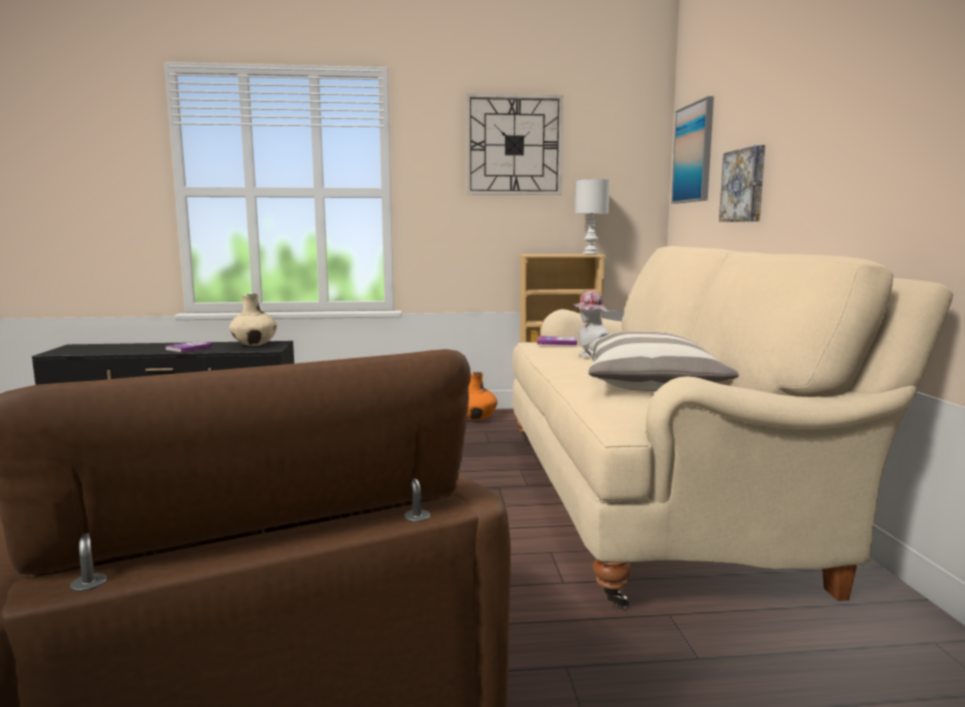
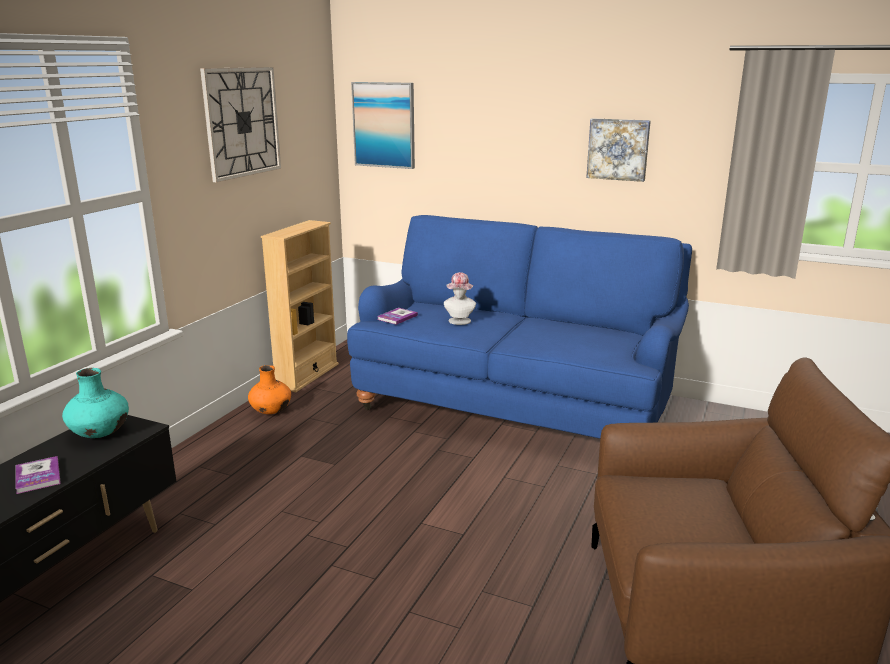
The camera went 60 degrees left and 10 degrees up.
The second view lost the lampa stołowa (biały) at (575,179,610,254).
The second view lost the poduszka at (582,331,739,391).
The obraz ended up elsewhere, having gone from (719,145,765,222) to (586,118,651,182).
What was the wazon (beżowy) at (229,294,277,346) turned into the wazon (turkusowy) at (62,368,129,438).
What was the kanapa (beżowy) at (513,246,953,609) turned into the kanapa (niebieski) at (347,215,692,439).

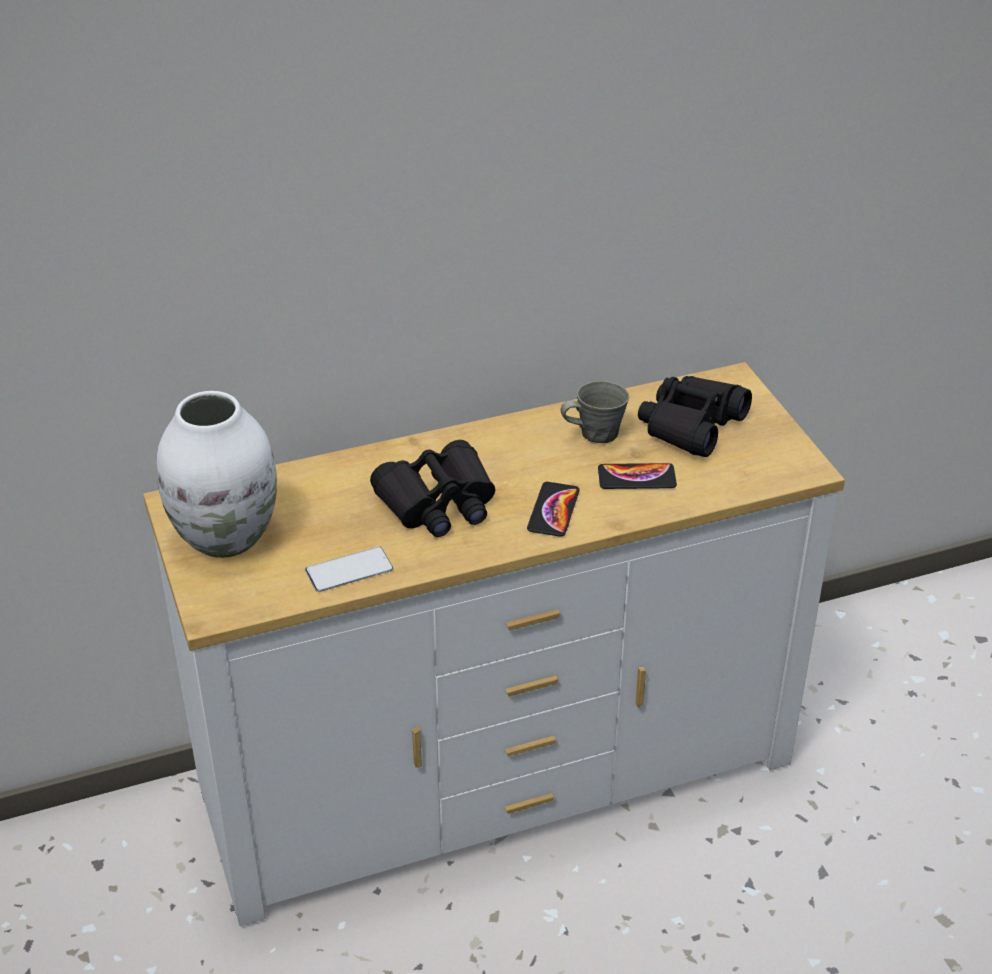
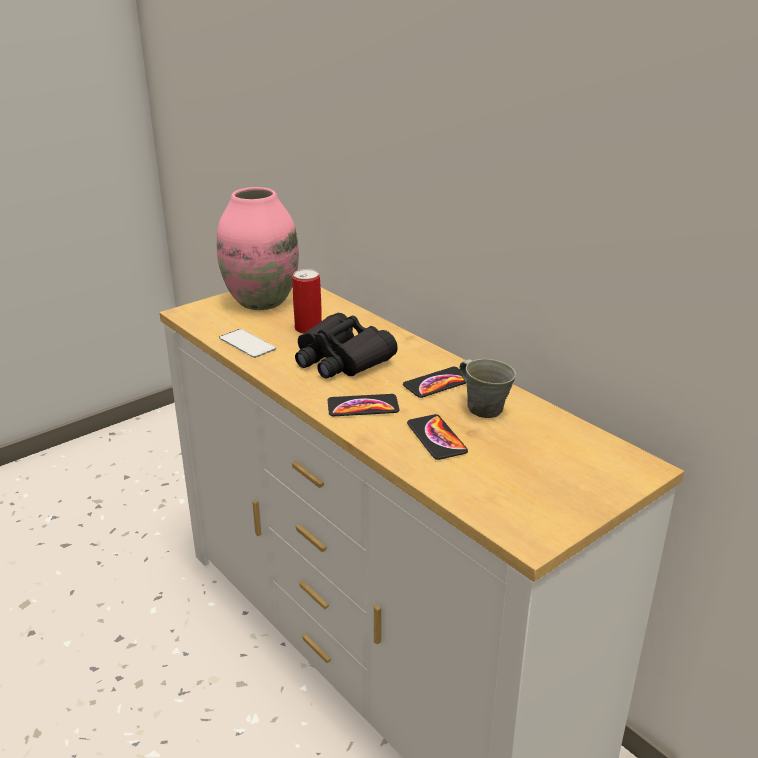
The camera went 70 degrees right and 10 degrees down.
The second view lost the lornetka (czarny) at (638,376,752,457).
The second view gained the puszka at (292,269,322,334).
The second view gained the telefon at (403,367,466,398).
What was the wazon (biały) at (157,391,277,558) turned into the wazon (różowy) at (217,187,299,310).

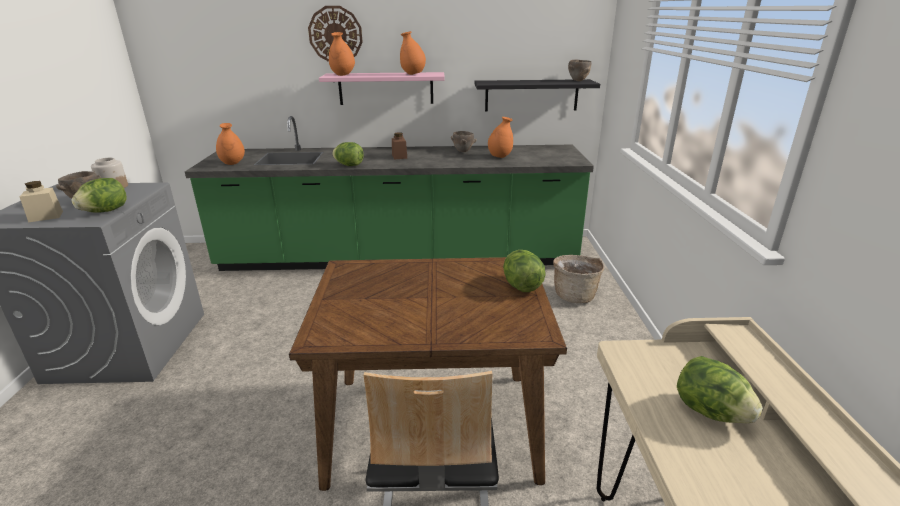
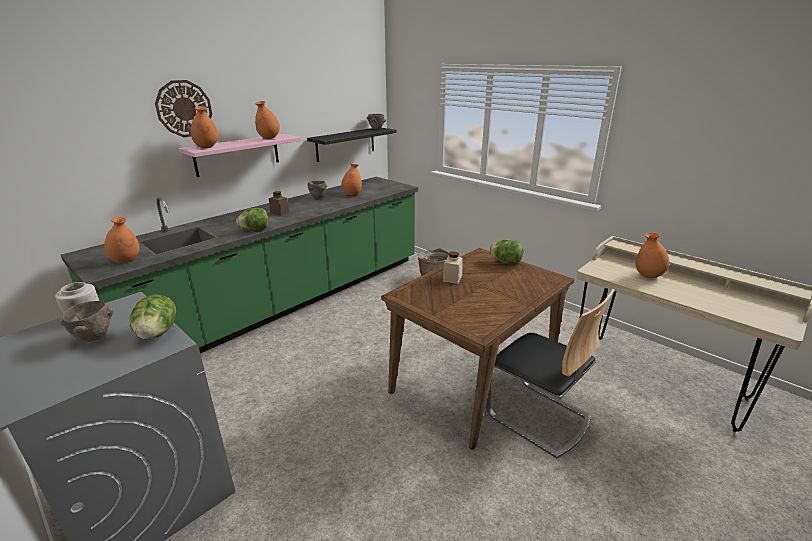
The camera went 45 degrees left and 0 degrees up.
The słoik (beżowy) ended up elsewhere, having gone from (20,181,63,222) to (443,251,463,284).
Where the sałata stood at (677,356,763,424), the wazon (pomarańczowy) came to stand at (636,233,670,278).

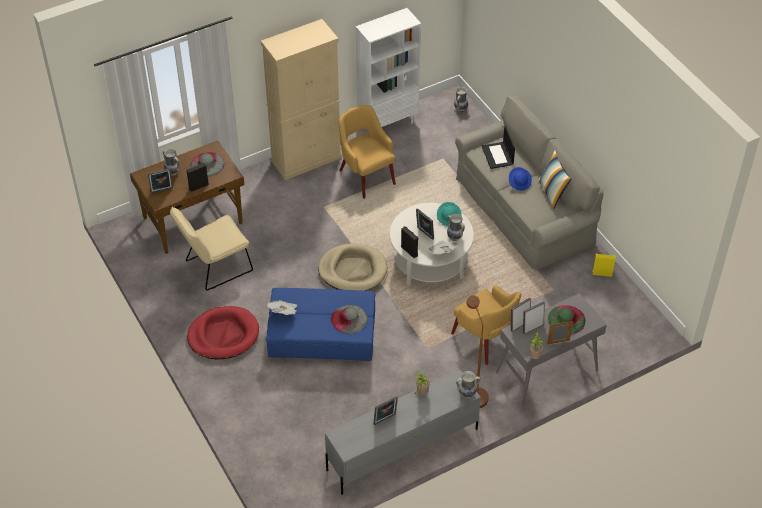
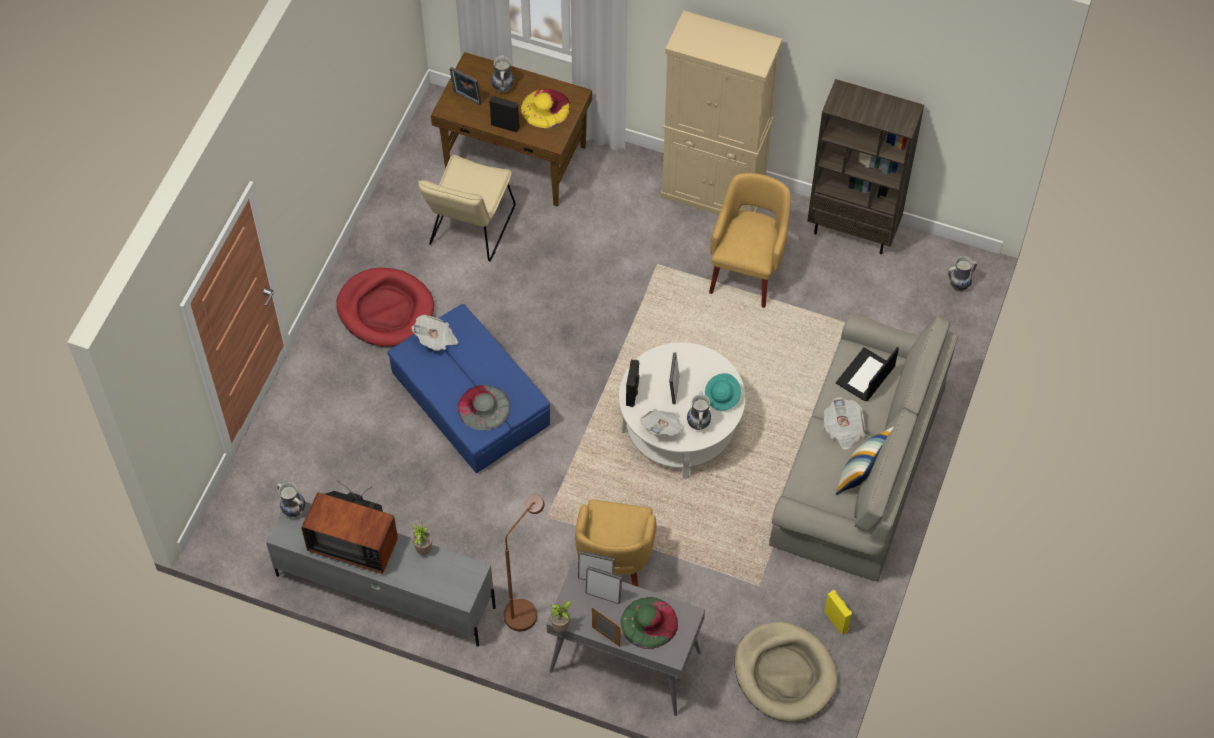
The camera went 50 degrees right and 10 degrees up.
The legowisko (beżowy) ended up elsewhere, having gone from (318,243,387,291) to (734,622,838,722).
The wazon ended up elsewhere, having gone from (456,371,480,399) to (277,482,305,517).
Where the ramka na zdjęcie stood at (373,396,398,425), the telewizor came to stand at (301,480,398,574).
Where the kapelusz (niebieski) stood at (509,167,532,191), the gazeta came to stand at (824,397,865,450).
What was the kapelusz (szary) at (190,152,225,177) turned into the kapelusz (żółty) at (521,89,570,128).
What was the regał (biały) at (356,8,421,127) turned into the regał (brązowy) at (807,79,924,254).
The krzesło (beżowy) at (170,206,253,291) ended up facing another way, 90 degrees counterclockwise from before.

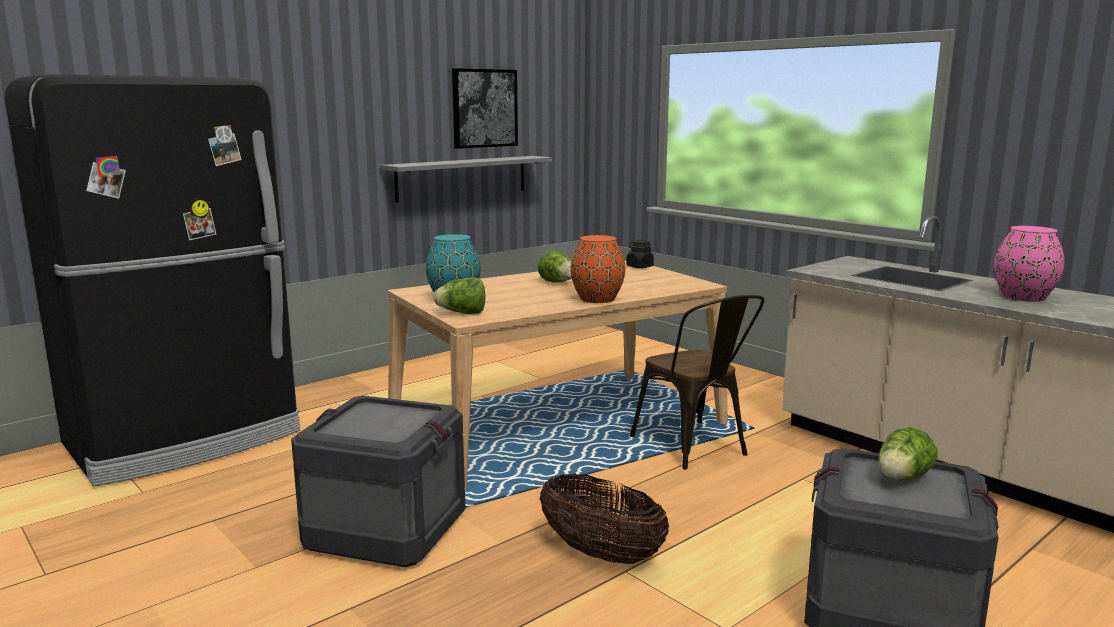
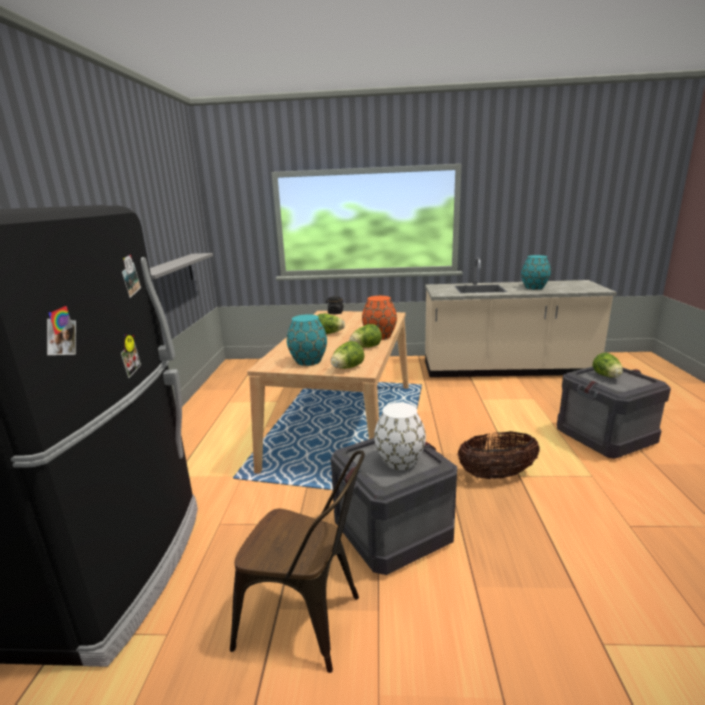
The camera went 45 degrees left and 5 degrees up.
The second view lost the obraz at (452,68,518,149).
The second view gained the sałata at (349,324,382,348).
The second view gained the wazon (biały) at (374,402,426,470).
The krzesło (brązowy) ended up elsewhere, having gone from (630,295,764,470) to (230,450,365,673).
What was the wazon (różowy) at (994,226,1065,302) turned into the wazon (turkusowy) at (521,255,551,289).

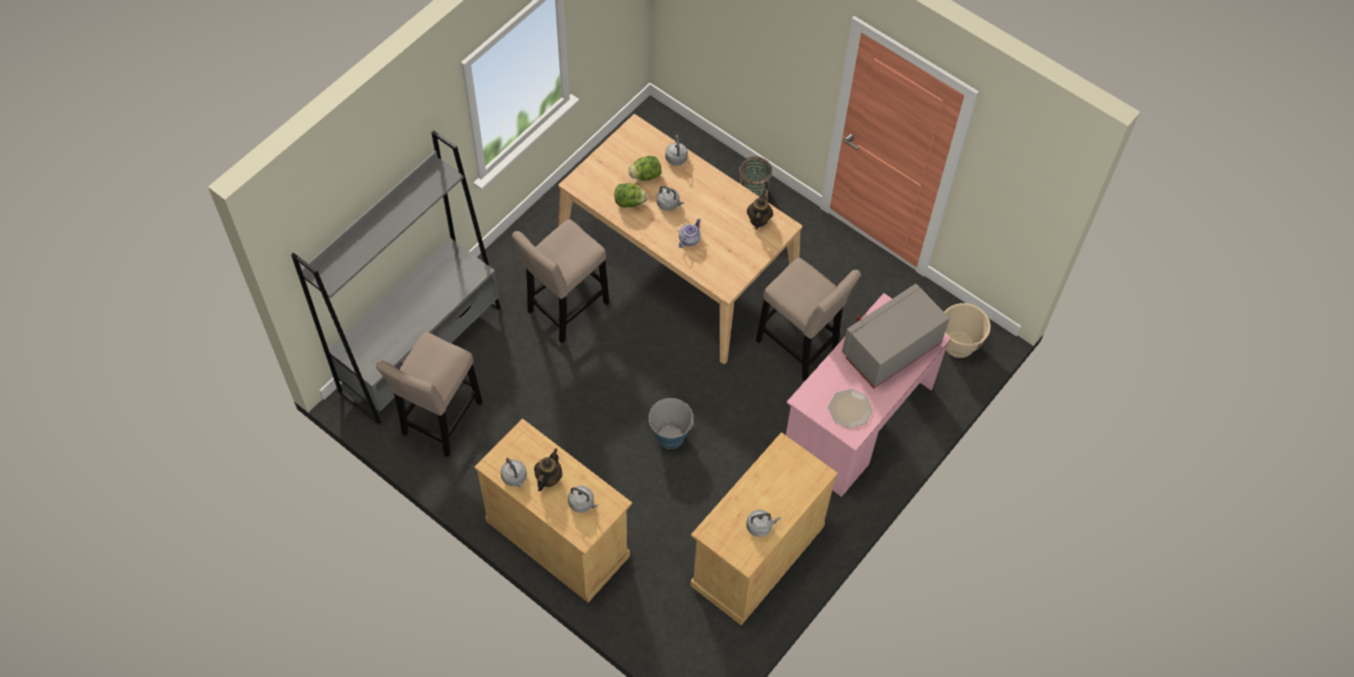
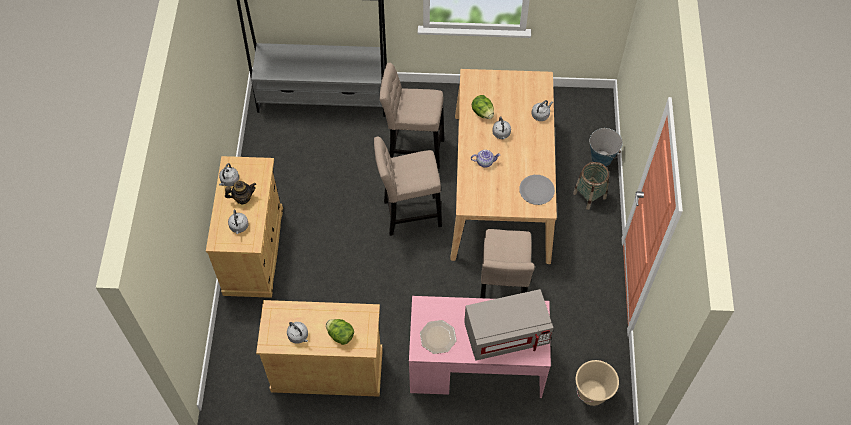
The camera went 55 degrees right and 0 degrees up.
The stołek (beżowy) ended up elsewhere, having gone from (376,332,482,457) to (374,136,442,236).
The sałata ended up elsewhere, having gone from (628,156,661,181) to (326,319,354,345).
The wiadro ended up elsewhere, having gone from (649,398,694,449) to (590,127,623,166).
Where the imbryk stood at (747,190,773,229), the talerz (szary) came to stand at (519,175,555,205).
The mikrofalówka (szary) at (842,284,950,388) ended up facing another way, 150 degrees clockwise from before.

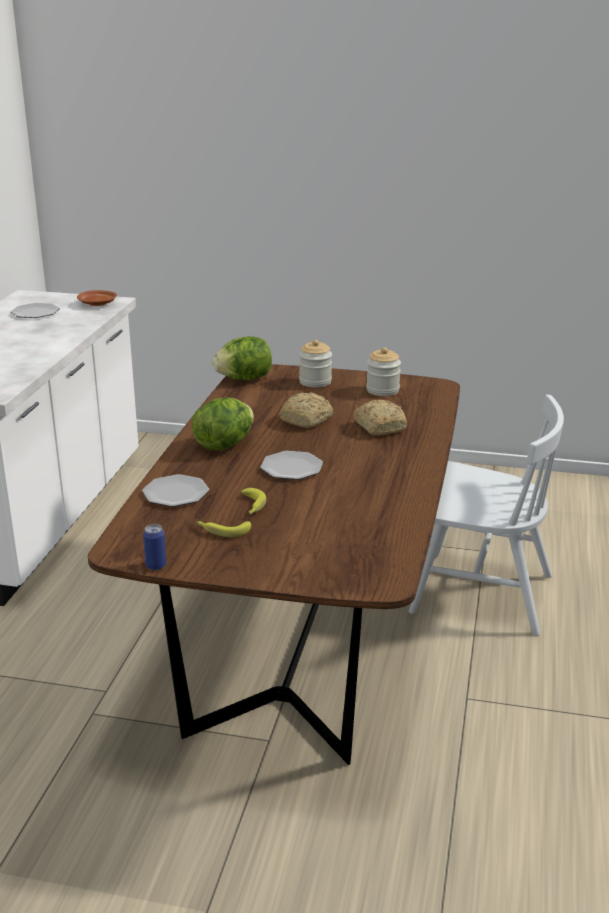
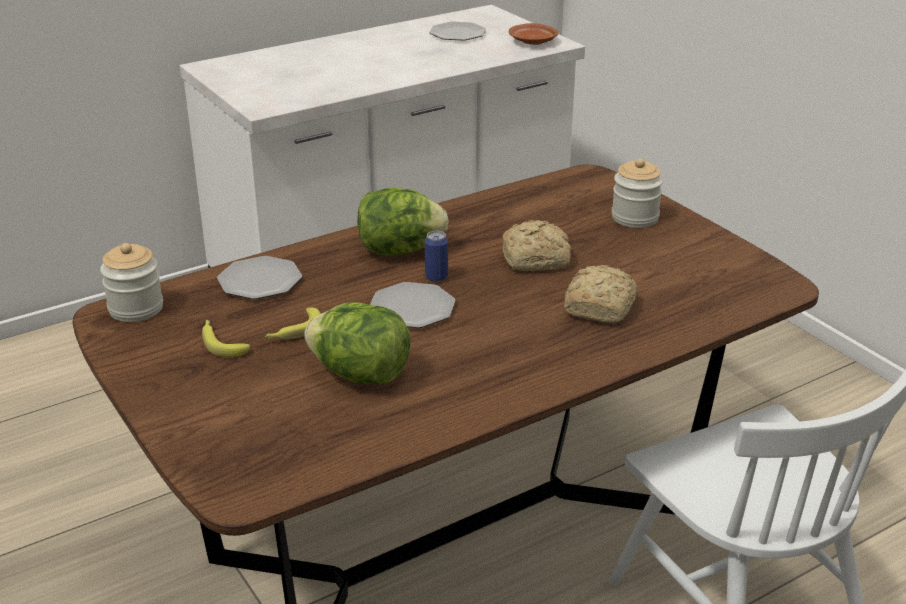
The camera went 45 degrees right and 5 degrees up.
The puszka ended up elsewhere, having gone from (143,524,166,570) to (425,231,448,282).
The sałata ended up elsewhere, having gone from (213,336,272,380) to (304,302,411,384).
The słoik ended up elsewhere, having gone from (366,347,401,396) to (100,243,163,322).

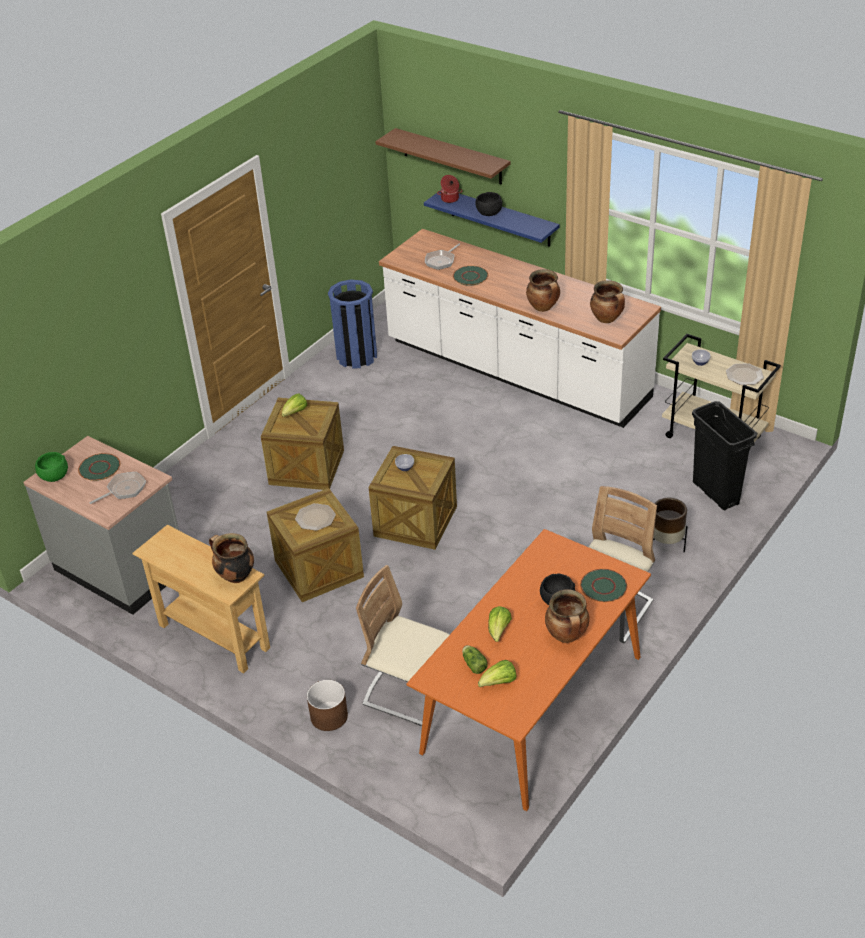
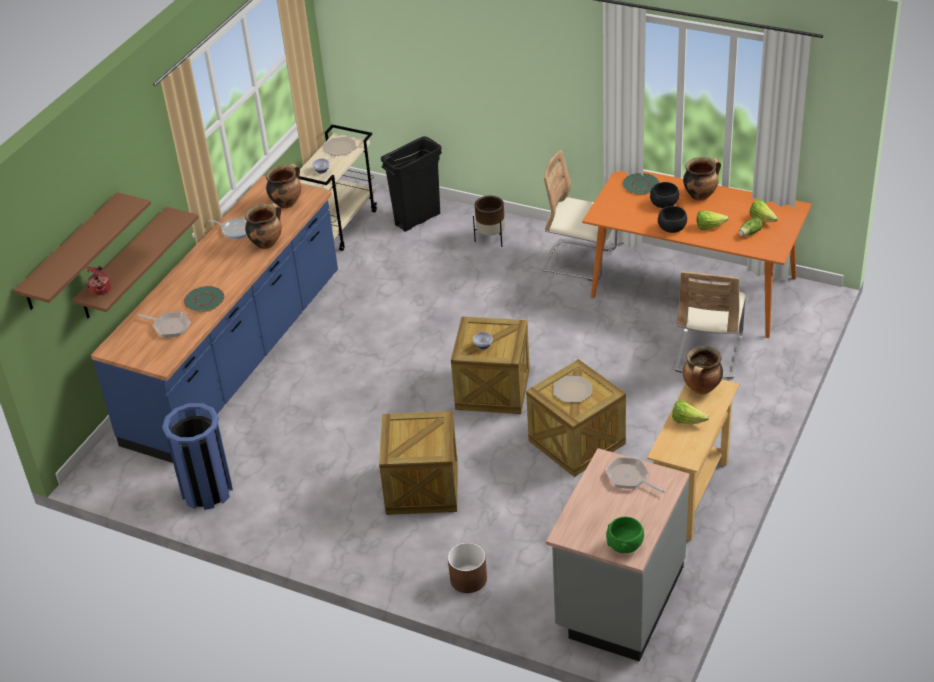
The camera went 100 degrees left and 0 degrees up.
The second view lost the talerz (zielony) at (78,453,120,481).
The second view gained the patelnia at (209,218,247,239).
The sałata ended up elsewhere, having gone from (282,394,307,417) to (672,400,709,424).
The donica (brązowy) ended up elsewhere, having gone from (307,680,348,731) to (448,543,487,593).
The miska (czarny) ended up elsewhere, having gone from (475,192,502,216) to (658,206,687,233).
What was the zabudowa kuchenna (biały) at (379,229,661,428) turned into the zabudowa kuchenna (niebieski) at (91,176,338,463).
What was the półka (niebieski) at (424,190,560,247) turned into the półka (brązowy) at (73,207,199,318).

